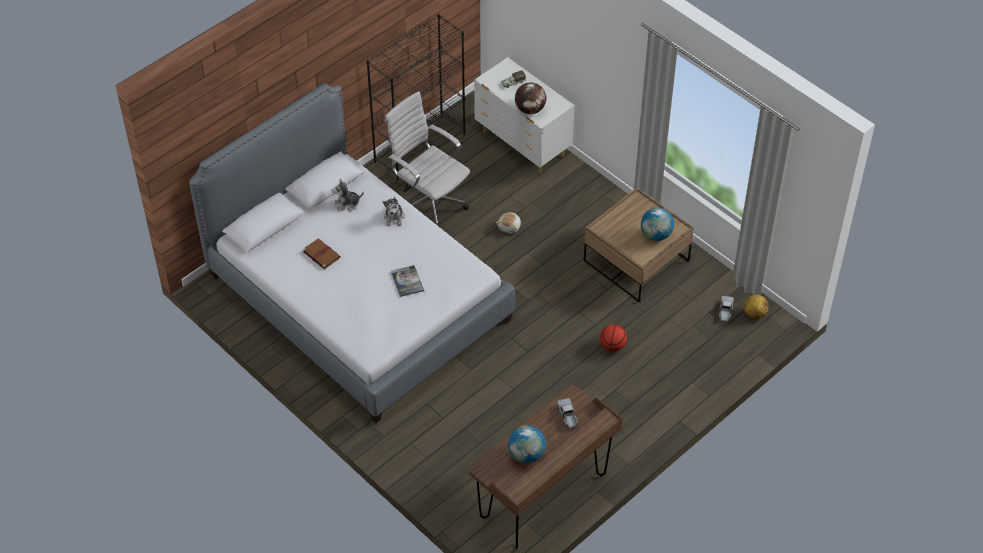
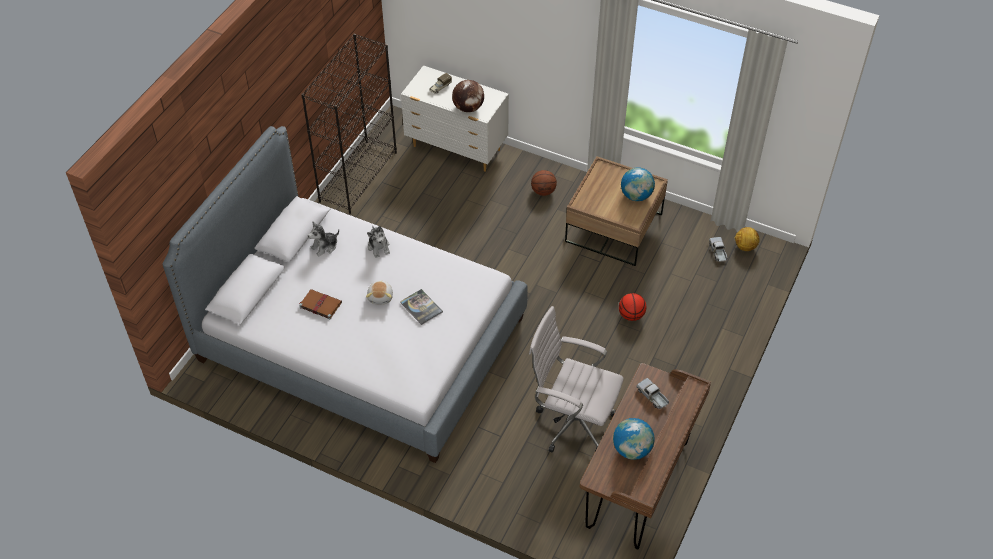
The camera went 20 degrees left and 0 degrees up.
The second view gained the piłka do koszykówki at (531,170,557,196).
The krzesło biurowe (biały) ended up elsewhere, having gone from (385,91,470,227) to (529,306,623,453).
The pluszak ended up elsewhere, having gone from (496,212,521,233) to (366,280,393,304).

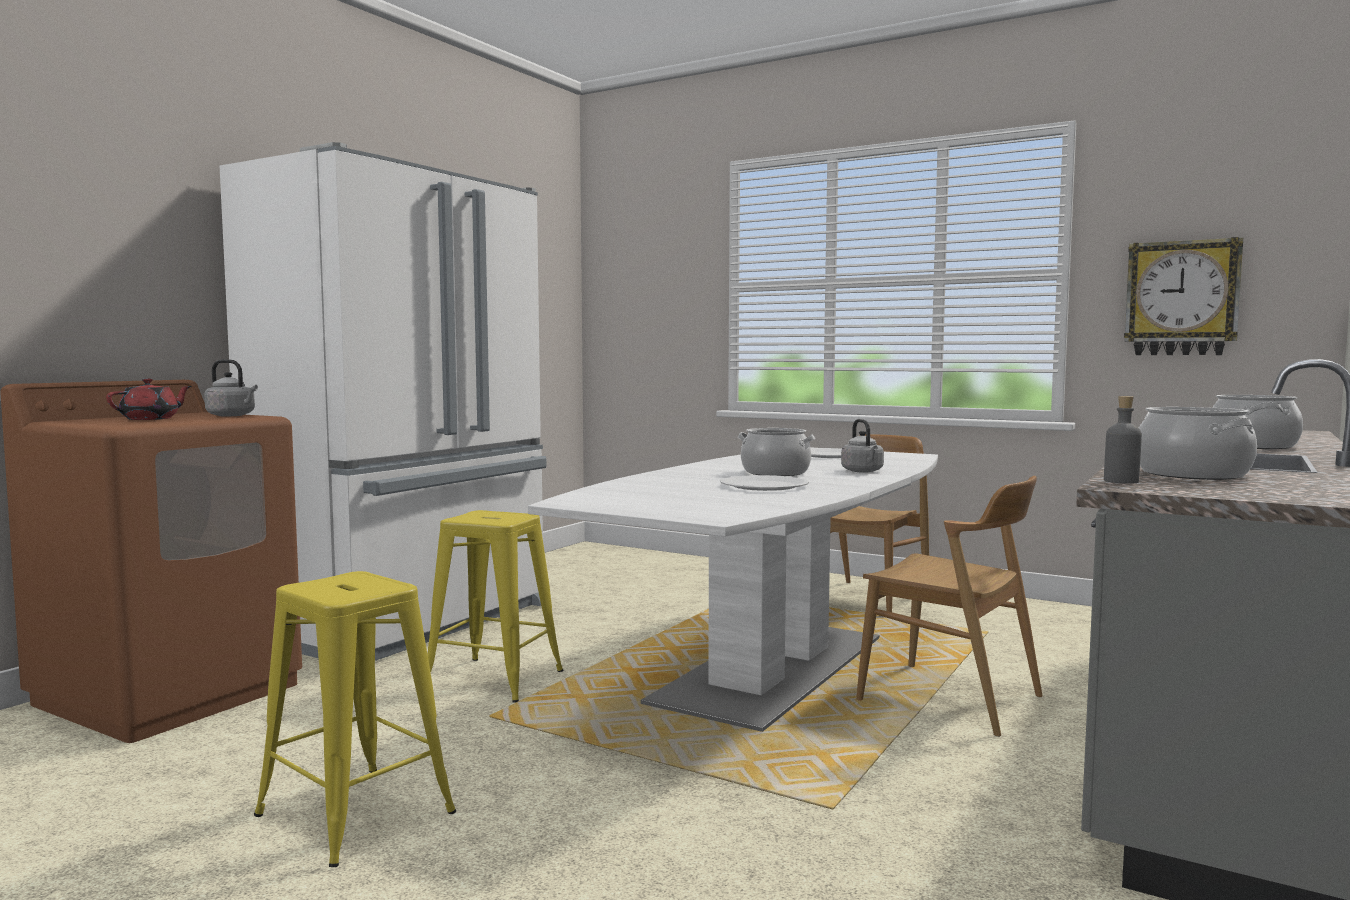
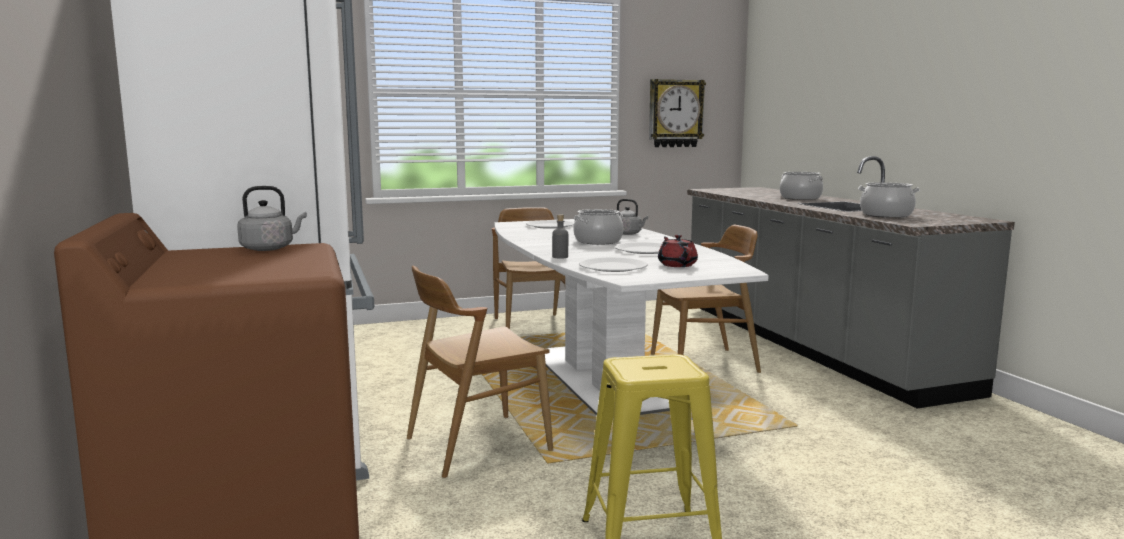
The camera went 50 degrees left and 5 degrees up.
The second view gained the talerz (biały) at (579,257,648,272).
The imbryk (czerwony) ended up elsewhere, having gone from (106,379,191,420) to (658,235,698,267).
The butelka (szary) ended up elsewhere, having gone from (1104,396,1142,484) to (552,215,568,259).
Where the stołek (żółty) stood at (427,510,563,703), the krzesło (brązowy) came to stand at (407,266,553,478).

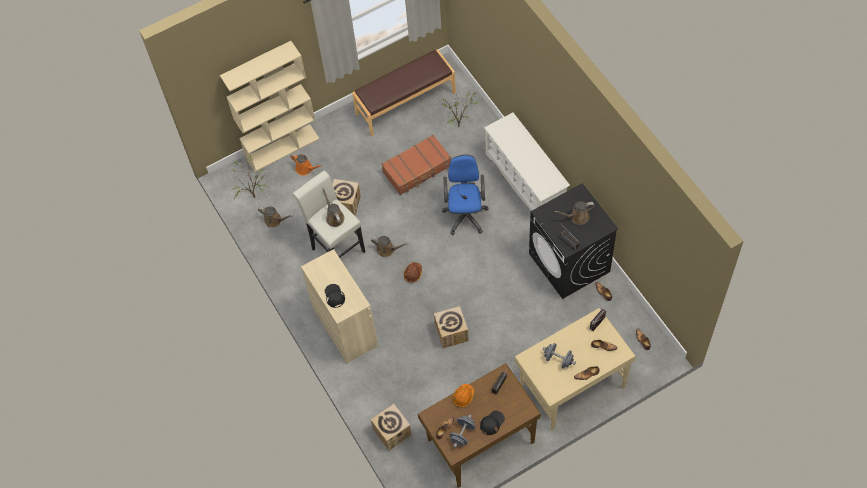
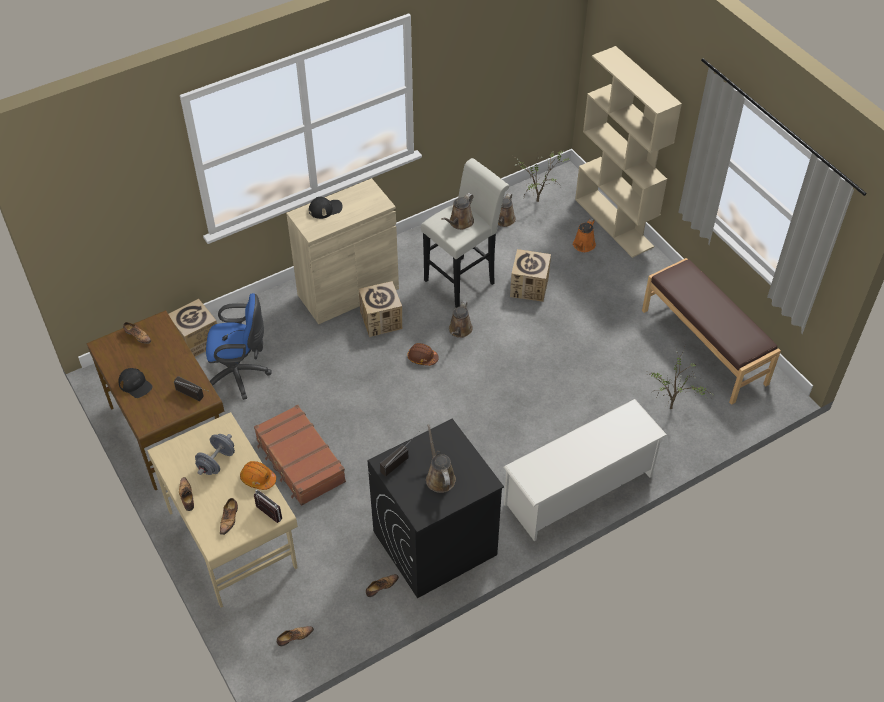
The camera went 85 degrees right and 10 degrees down.
The second view lost the hantel (szary) at (449,415,476,448).
The walizka (brązowy) ended up elsewhere, having gone from (381,135,451,195) to (254,404,346,506).
The karton ended up elsewhere, having gone from (434,306,469,349) to (359,281,402,337).
The krzesło biurowe (niebieski) ended up elsewhere, having gone from (442,155,489,235) to (206,293,272,400).
The kask (pomarańczowy) ended up elsewhere, having gone from (453,384,474,407) to (240,461,276,490).
The konewka (brązowy) at (322,188,345,227) ended up facing another way, 150 degrees clockwise from before.

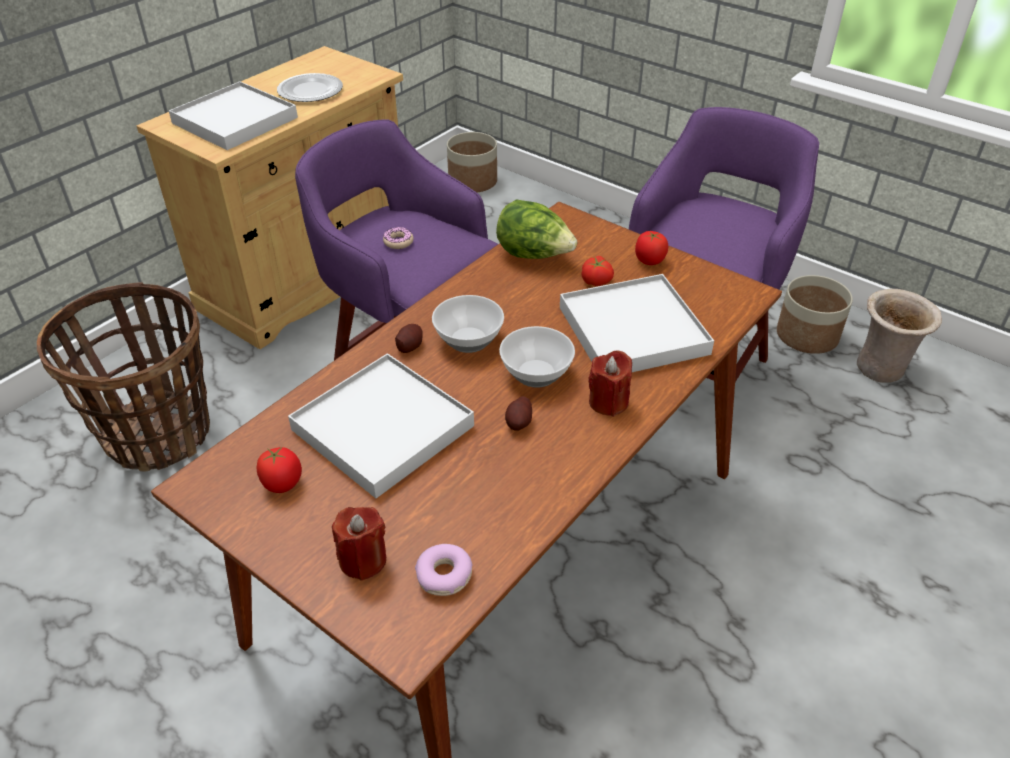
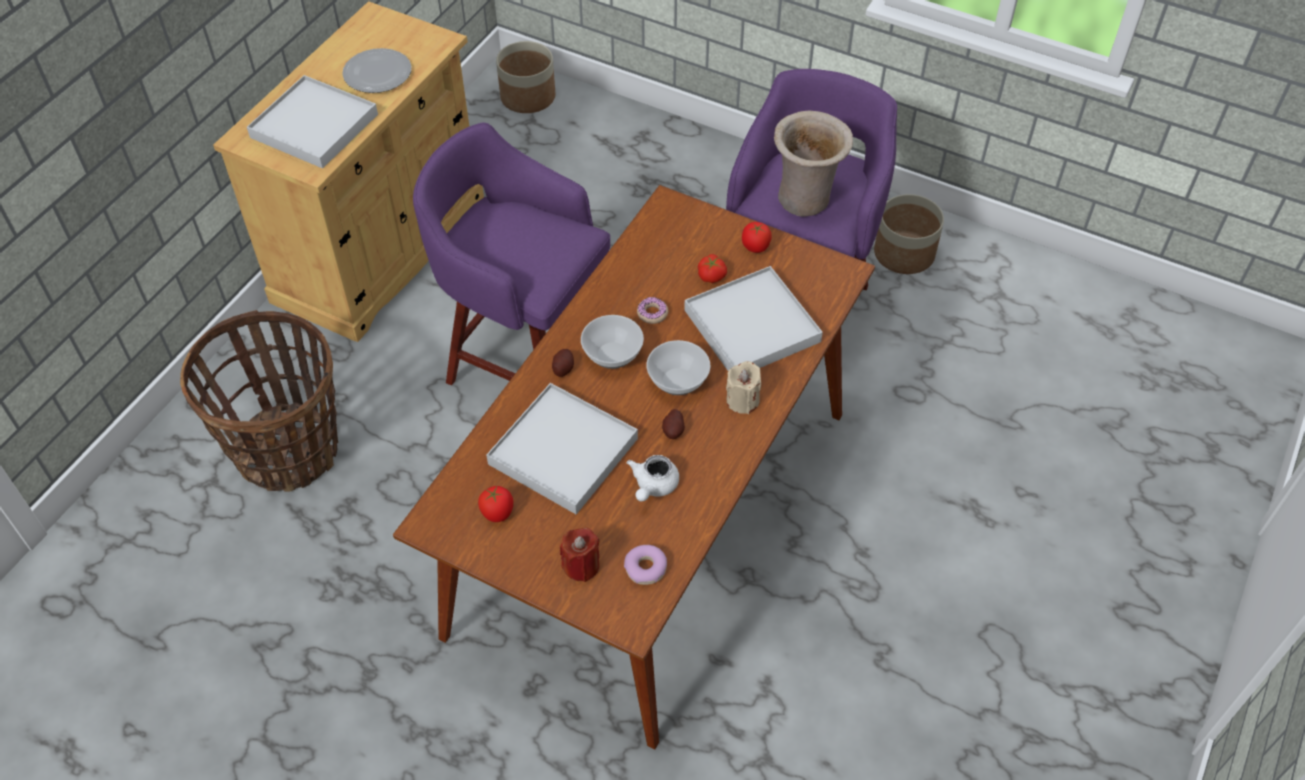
The camera went 10 degrees left and 10 degrees up.
The second view lost the sałata at (496,200,577,259).
The second view gained the imbryk (biały) at (627,455,679,502).
The donut ended up elsewhere, having gone from (383,227,414,249) to (637,297,668,324).
The wazon (beżowy) ended up elsewhere, having gone from (857,289,942,383) to (774,111,853,217).
What was the świeca (czerwony) at (588,350,632,417) turned into the świeca (beżowy) at (726,361,761,414).

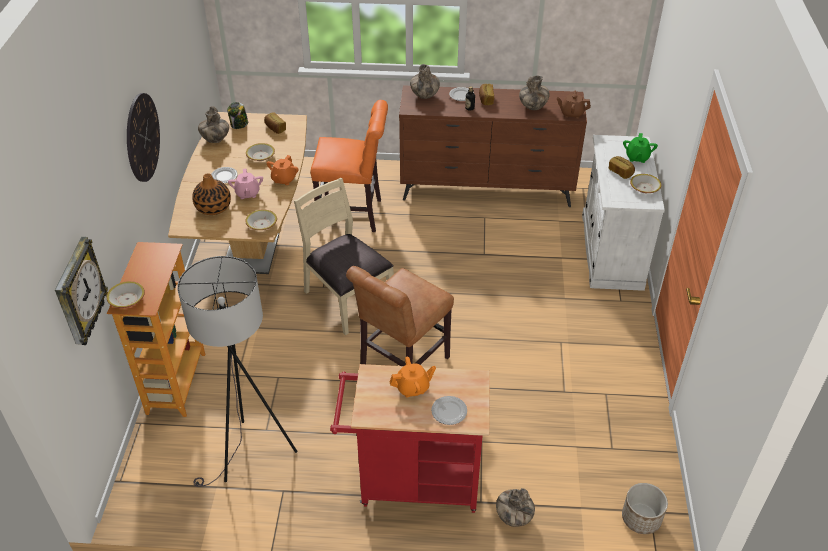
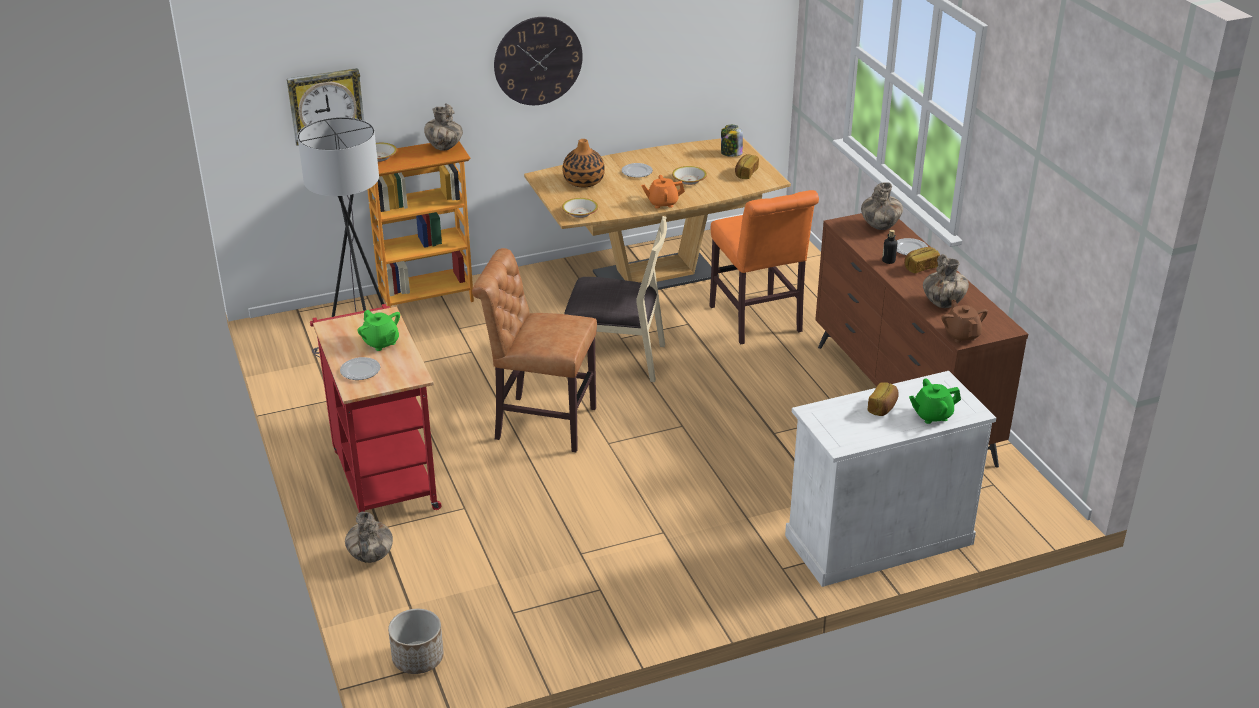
The camera went 65 degrees right and 10 degrees down.
The second view lost the imbryk (różowy) at (228,169,263,199).
The second view lost the miska at (630,174,661,193).
The wazon ended up elsewhere, having gone from (198,106,229,143) to (424,103,463,151).
What was the imbryk (pomarańczowy) at (390,357,436,398) turned into the imbryk (zielony) at (357,310,400,351).
The krzesło (beżowy) at (294,178,394,335) ended up facing another way, 75 degrees clockwise from before.

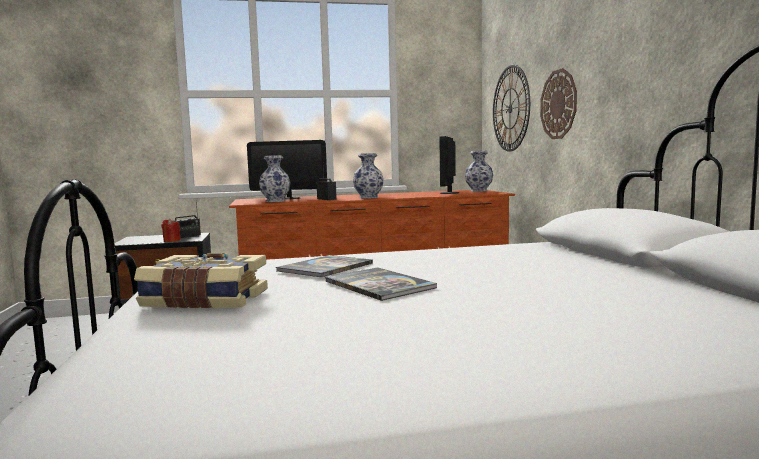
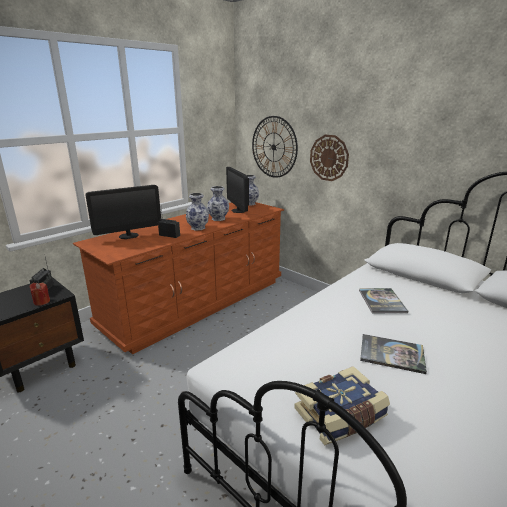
The camera went 35 degrees left and 15 degrees up.
The wazon ended up elsewhere, having gone from (259,155,290,202) to (207,186,229,221).
The książka ended up elsewhere, having gone from (276,255,373,277) to (359,288,408,313).

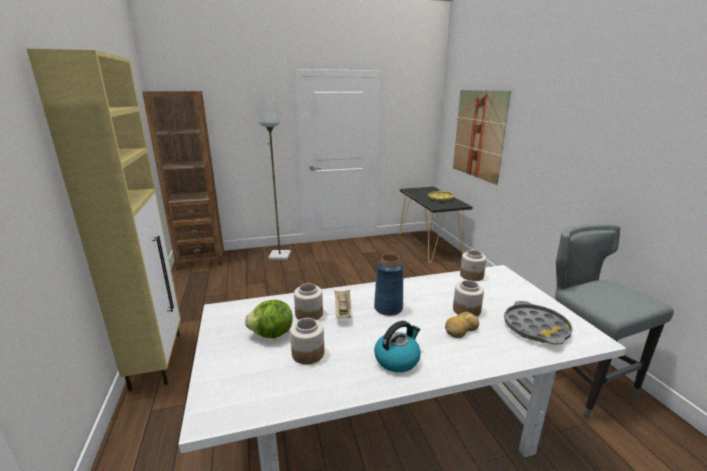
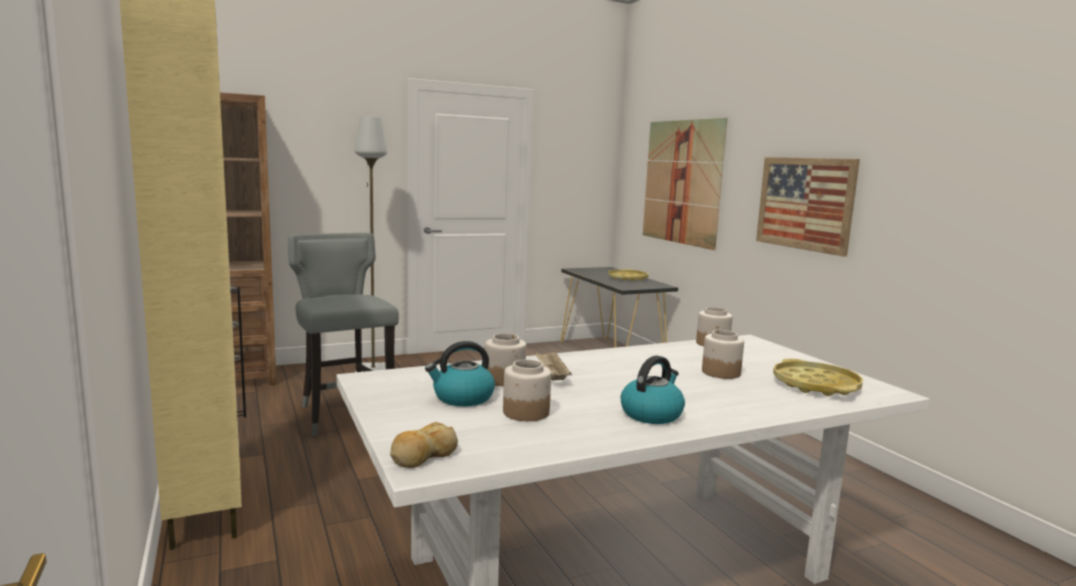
The camera went 10 degrees left and 10 degrees down.
The second view lost the wazon (niebieski) at (374,254,404,316).
The second view gained the obraz at (756,157,860,257).
The chleb ended up elsewhere, having gone from (445,311,479,338) to (390,422,458,468).
The stołek (szary) ended up elsewhere, having gone from (555,224,674,419) to (288,233,399,436).
Where the sałata stood at (245,300,293,339), the czajnik came to stand at (425,341,495,406).
What was the taca (szary) at (504,301,573,345) turned into the taca (żółty) at (773,359,863,396).

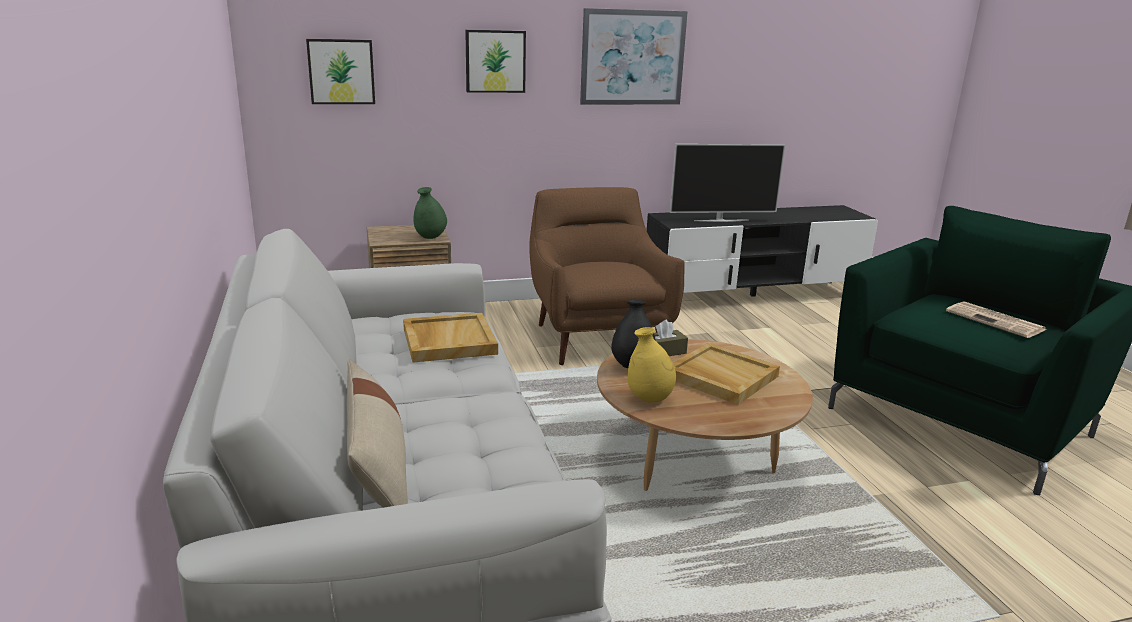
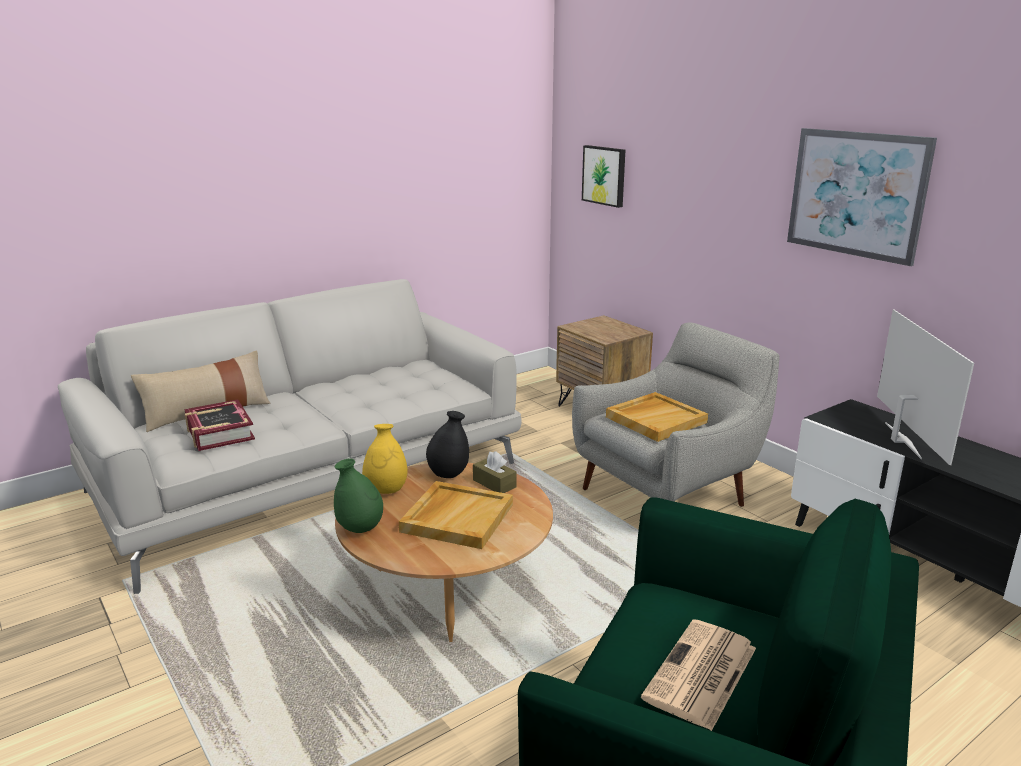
The camera went 70 degrees right and 0 degrees up.
The second view lost the obraz at (465,30,526,93).
The second view gained the książka at (184,400,255,451).
The taca (beżowy) ended up elsewhere, having gone from (403,313,498,363) to (606,392,708,442).
The wazon (zielony) ended up elsewhere, having gone from (414,187,447,239) to (334,458,383,533).
What was the fotel (brązowy) at (529,187,685,365) turned into the fotel (szary) at (572,323,780,507).
The telewizor at (670,144,785,222) ended up facing another way, 150 degrees counterclockwise from before.

